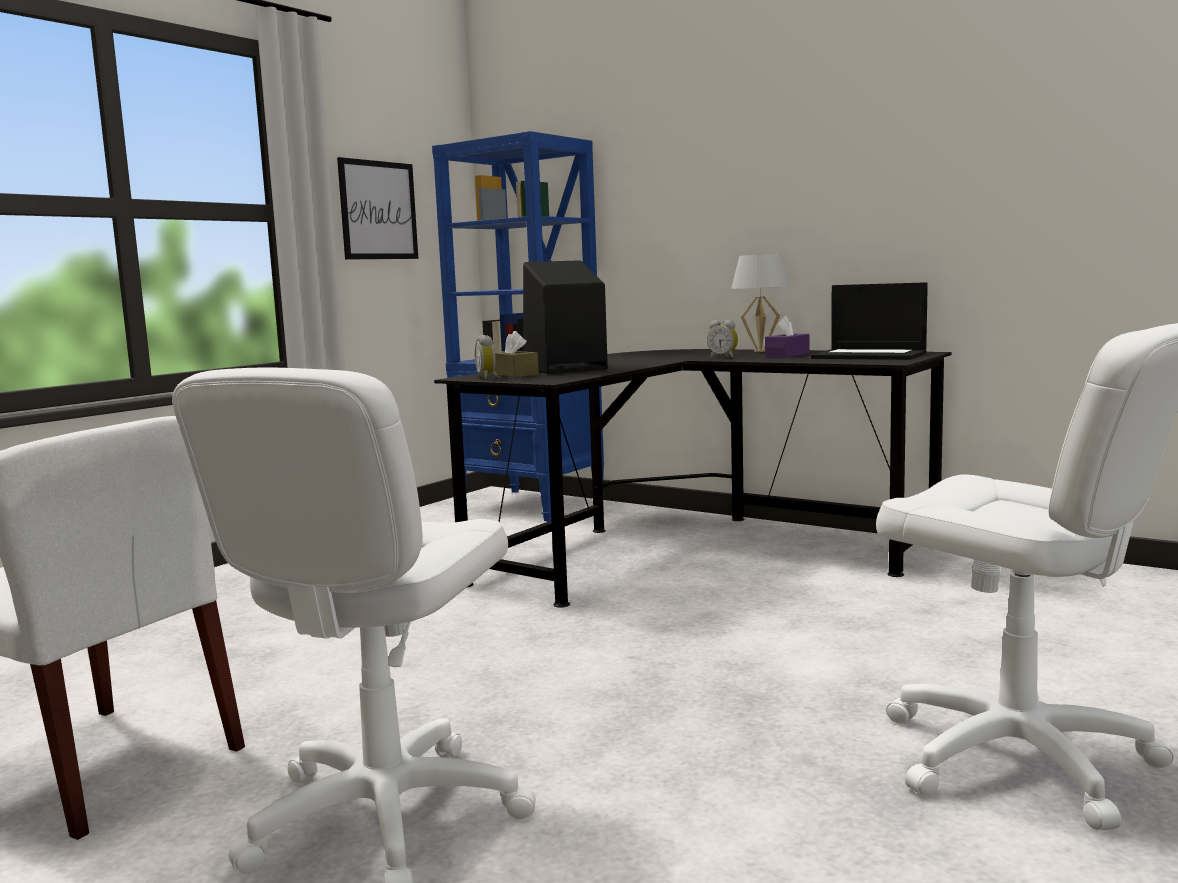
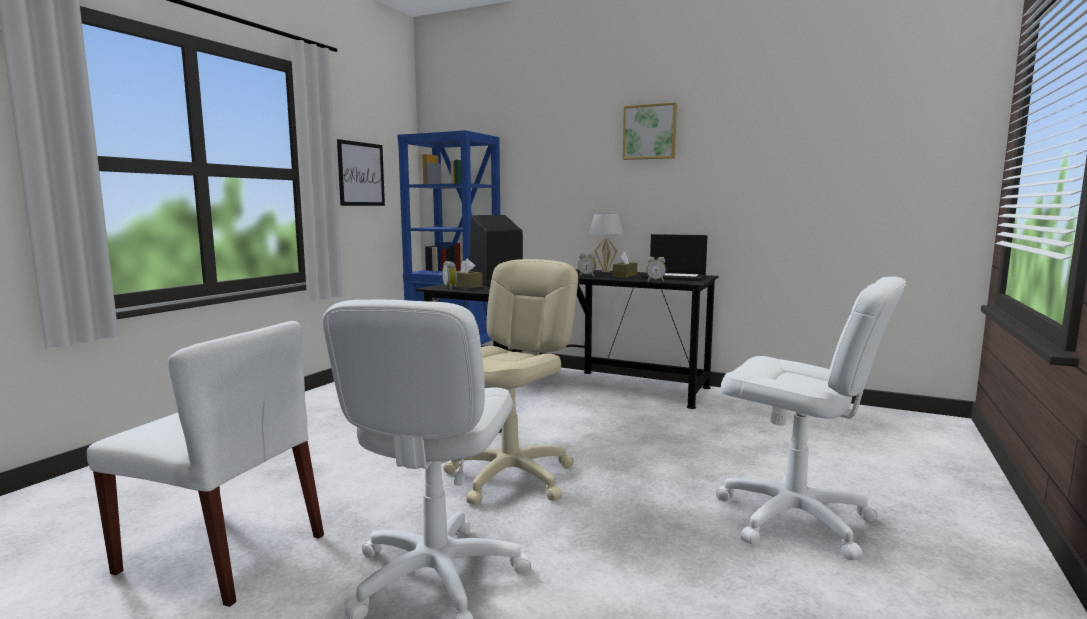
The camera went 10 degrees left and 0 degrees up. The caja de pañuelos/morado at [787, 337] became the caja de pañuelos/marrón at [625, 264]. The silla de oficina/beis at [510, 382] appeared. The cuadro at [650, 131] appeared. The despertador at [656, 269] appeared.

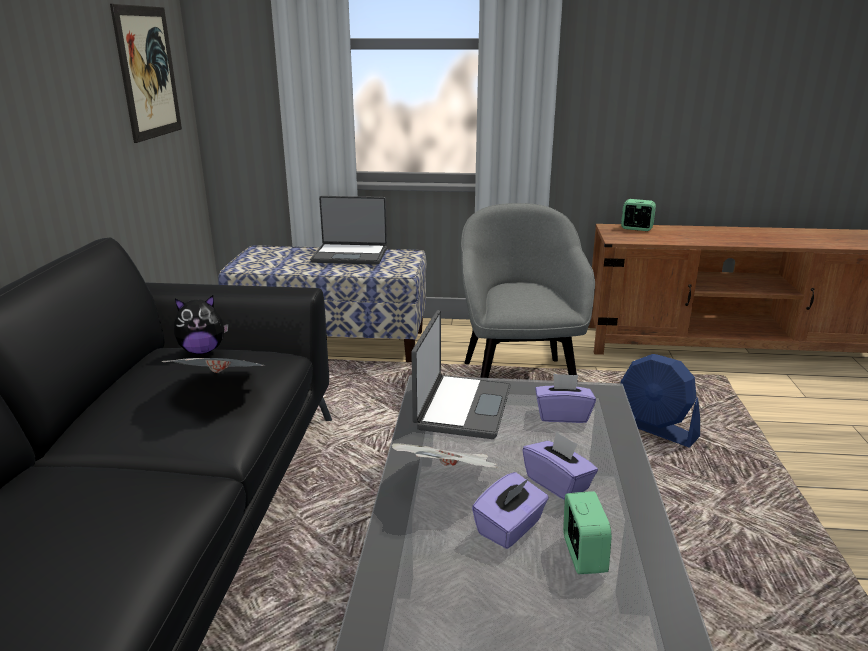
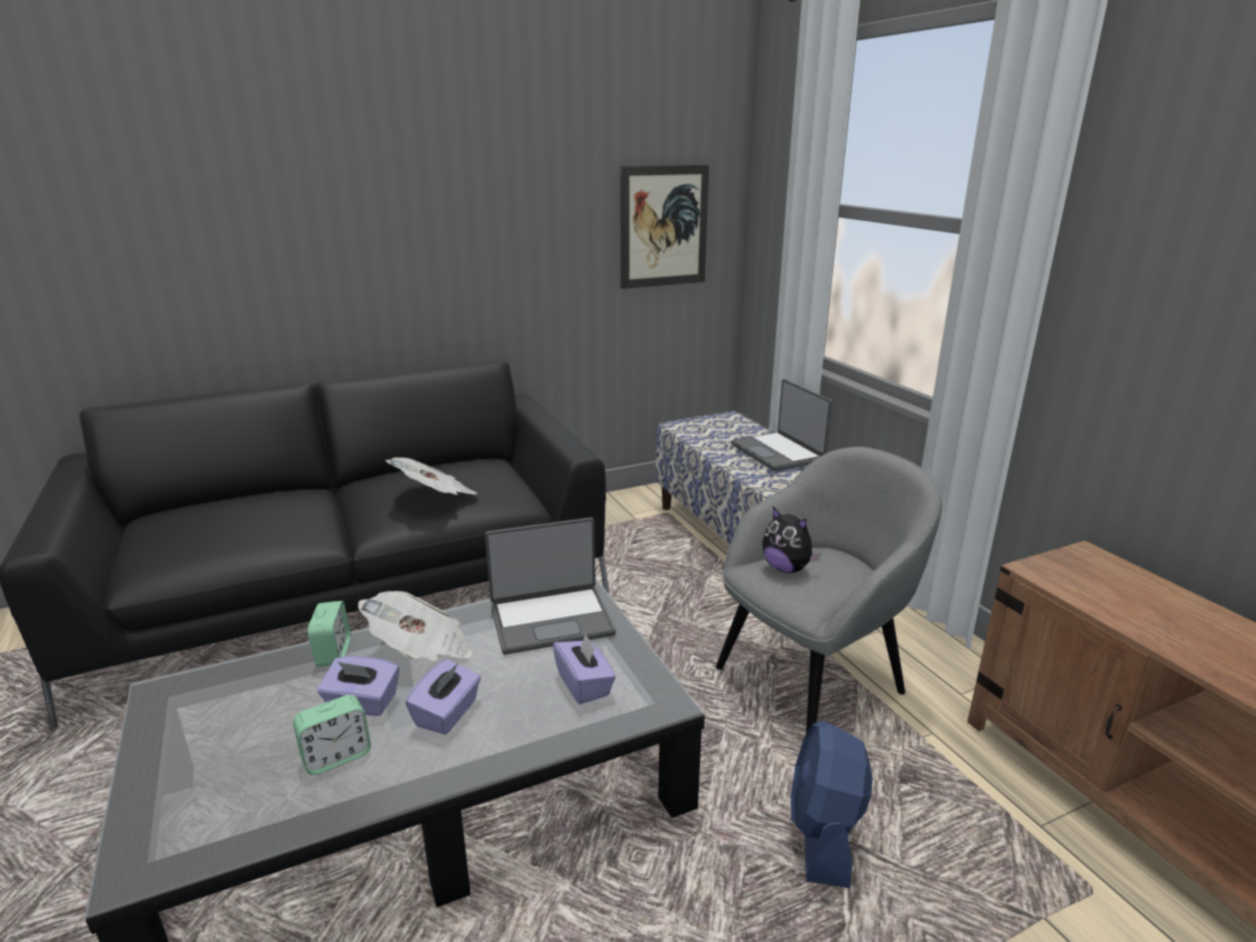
The camera went 60 degrees right and 0 degrees up. The peluche moved from [201, 324] to [791, 540]. The despertador moved from [638, 215] to [329, 634].

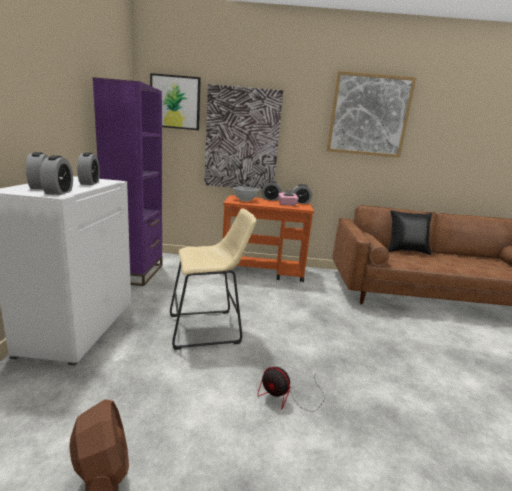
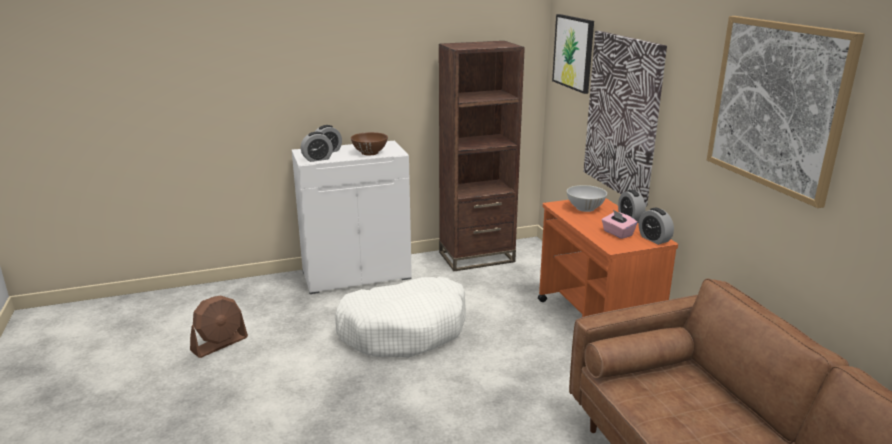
The camera went 70 degrees right and 5 degrees up. The despertador at [88, 168] was replaced by the cuenco/marrón at [369, 143]. The estantería/morado at [127, 181] became the estantería/marrón at [482, 156]. The taburete/beis at [213, 279] was replaced by the cama para perro/blanco at [400, 317]. The ventilador at [291, 389] disappeared. The cojín/negro at [410, 232] disappeared.

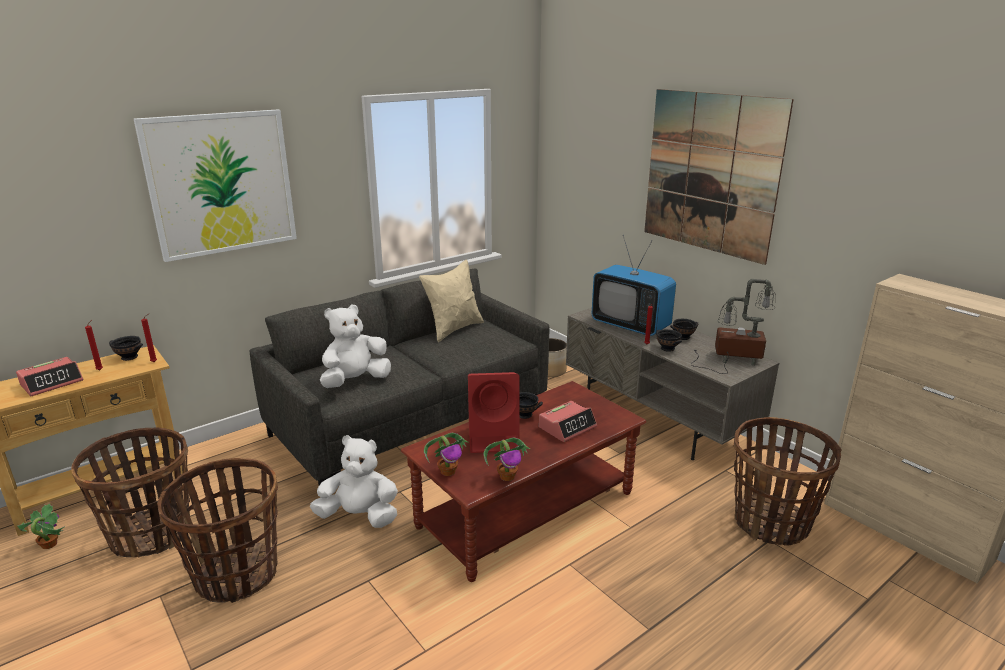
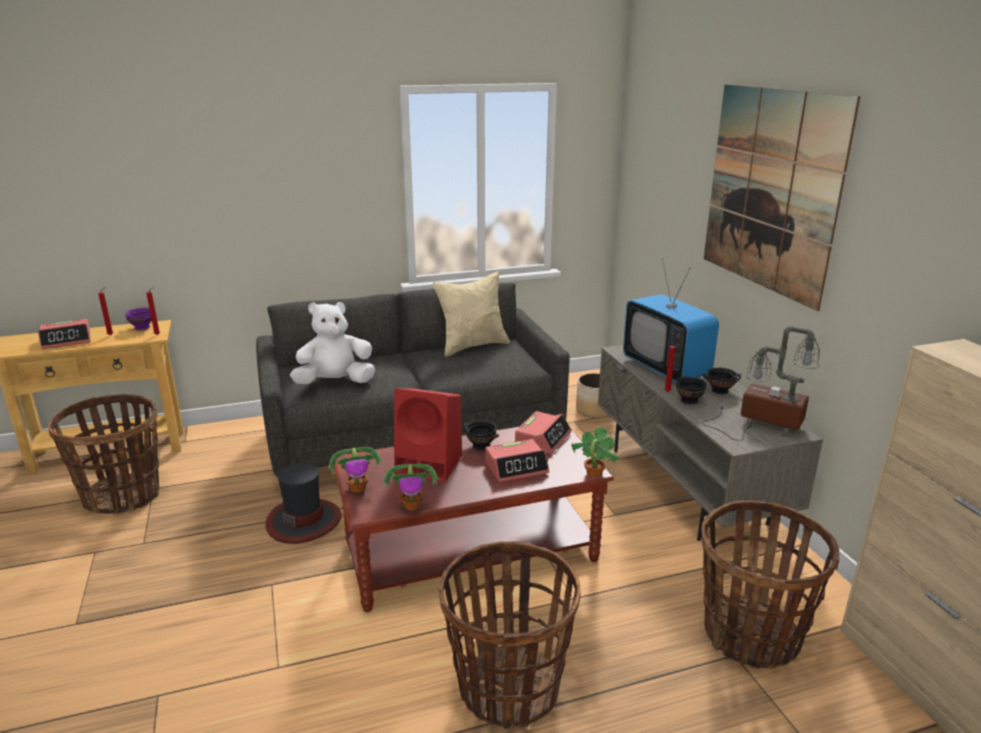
The camera went 20 degrees right and 0 degrees up. The planta en maceta moved from [41, 526] to [596, 452]. The cuenco/negro at [126, 348] became the cuenco/morado at [138, 319]. The cuadro at [215, 185] disappeared. The cesta moved from [217, 530] to [510, 635]. The peluche/blanco at [354, 481] was replaced by the sombrero at [303, 503]. The despertador at [543, 432] appeared.

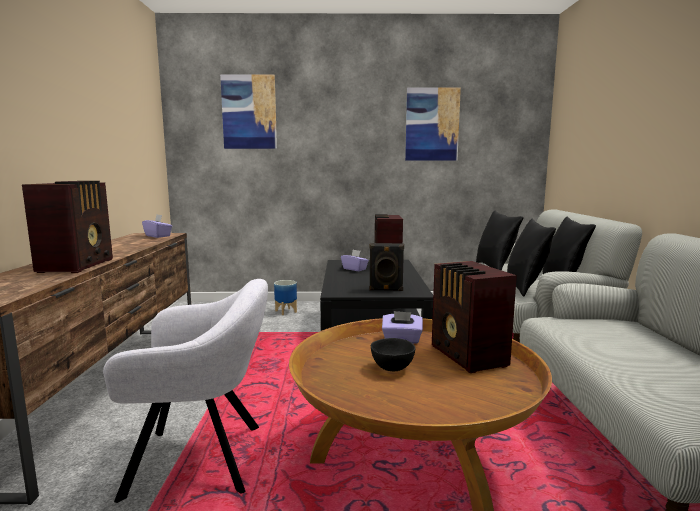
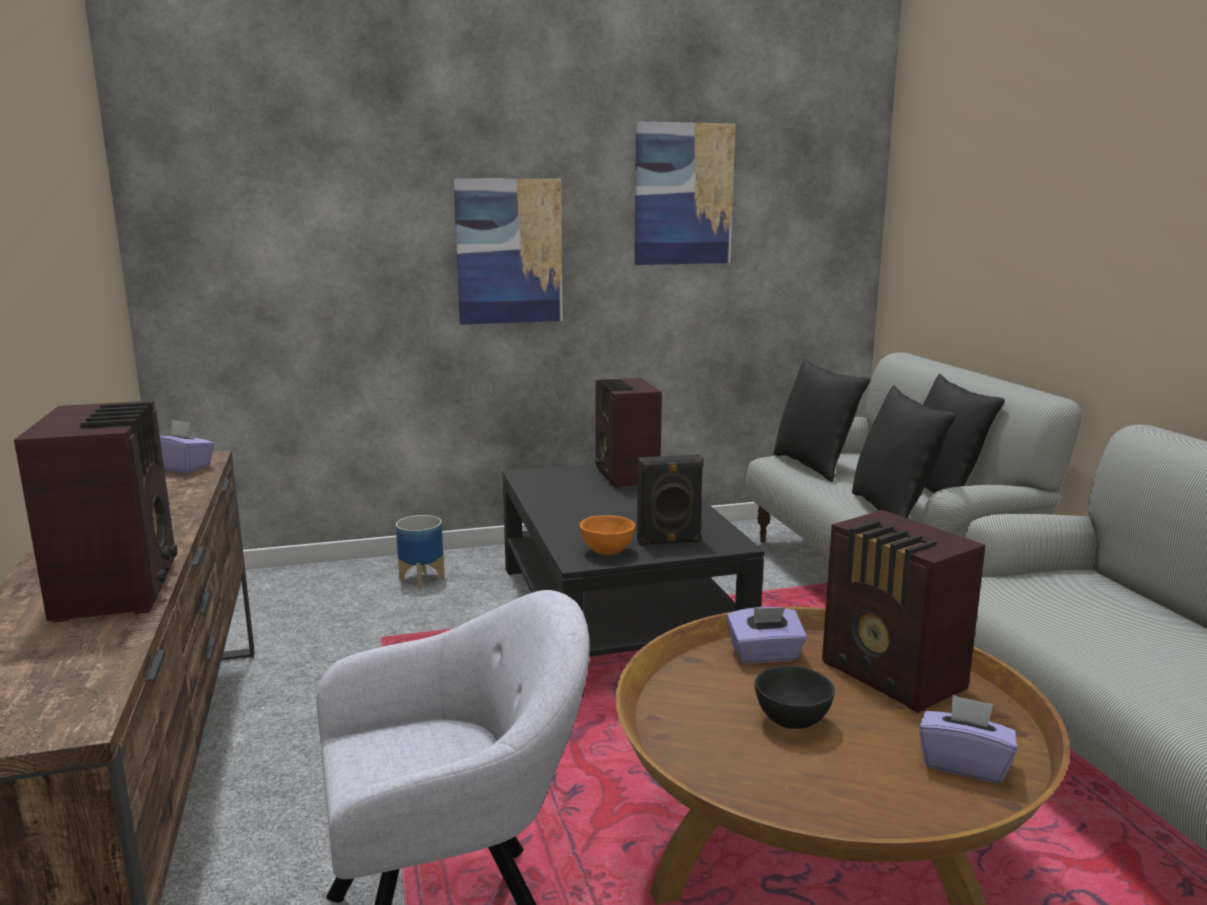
The camera went 15 degrees left and 5 degrees up. The cuadro moved from [248, 111] to [508, 251]. The caja de pañuelos/morado moved from [355, 260] to [968, 739]. The cuenco/naranja at [607, 535] appeared.

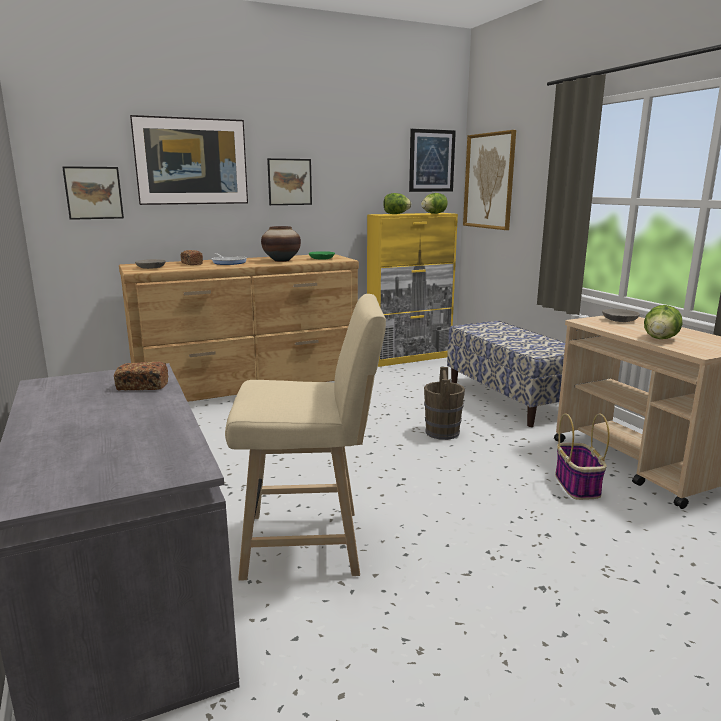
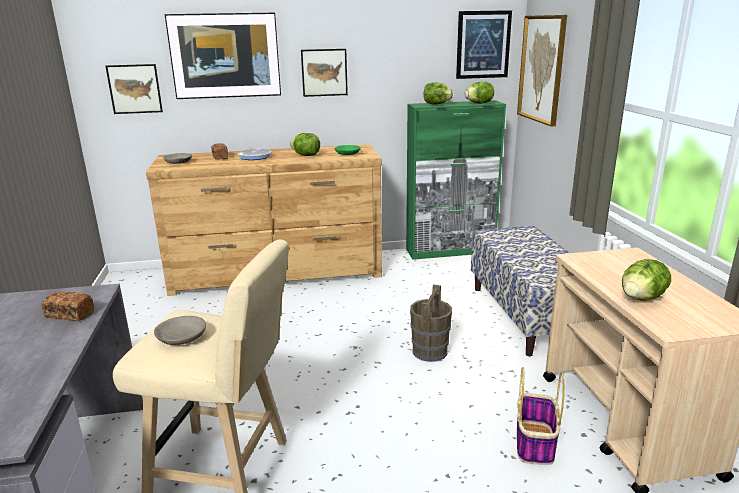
The camera went 15 degrees right and 5 degrees up. The florero at [281, 244] was replaced by the lechuga at [305, 144]. The armario/amarillo at [412, 290] became the armario/verde at [456, 180]. The cuenco/gris moved from [621, 315] to [180, 330].

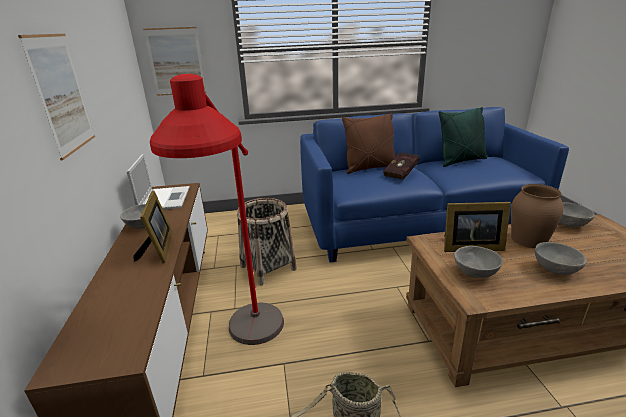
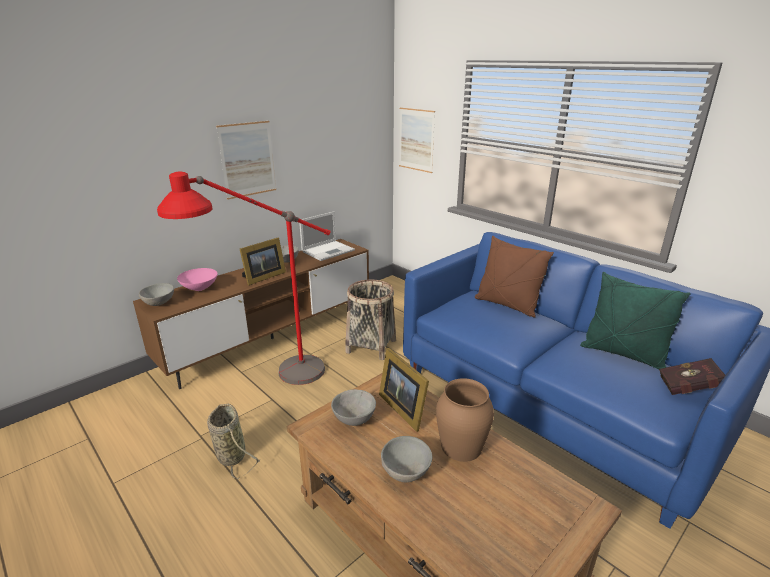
The camera went 55 degrees right and 0 degrees up. The libro/rojo moved from [401, 166] to [692, 376]. The cuenco/gris moved from [577, 214] to [156, 294]. The cuenco/rosa at [197, 279] appeared.

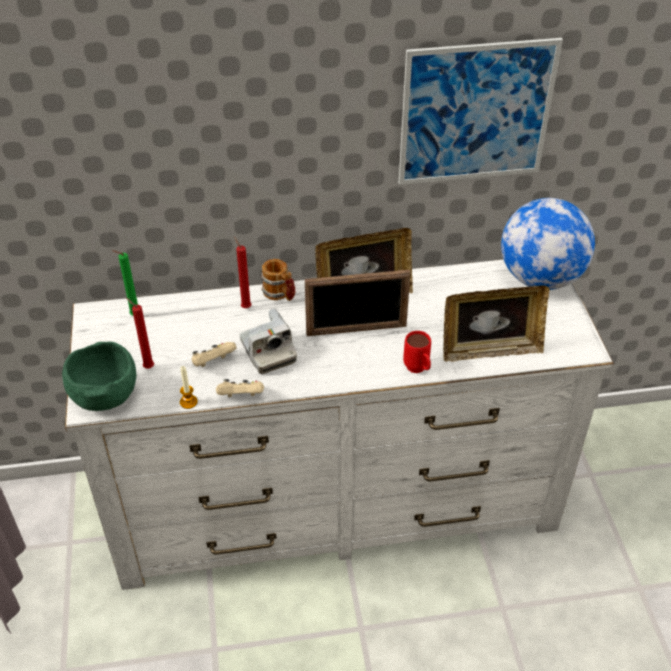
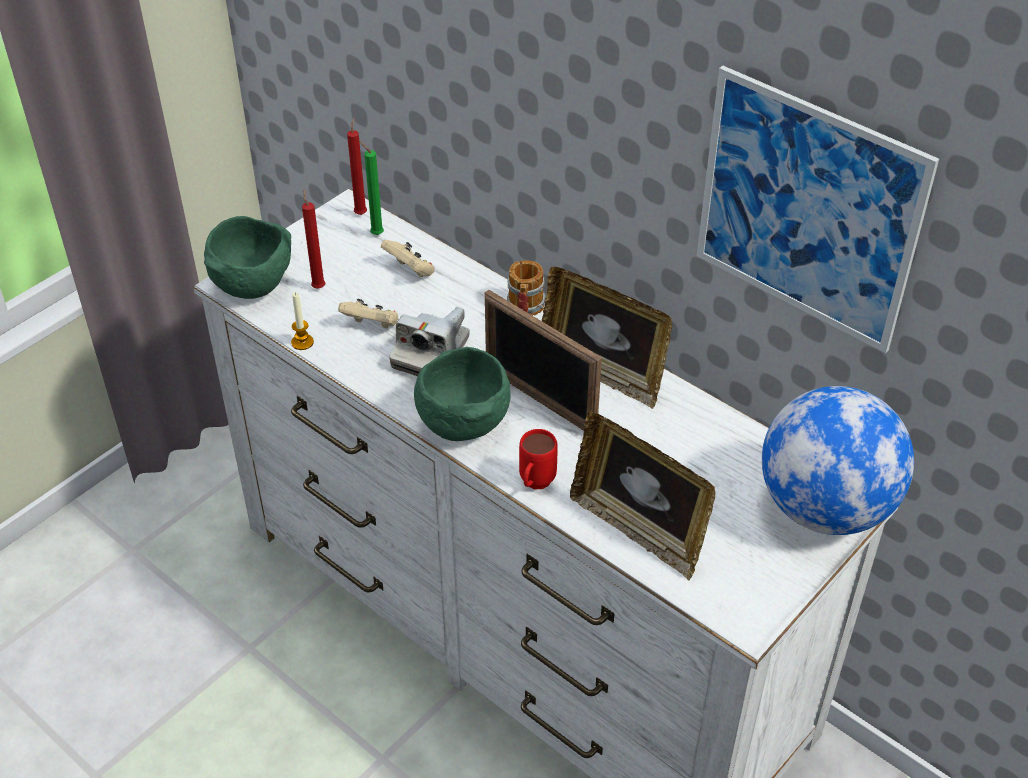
The camera went 50 degrees right and 0 degrees up. The mando de consola/beis moved from [240, 388] to [408, 258]. The vela/rojo moved from [243, 272] to [357, 166]. The cuenco/verde at [462, 394] appeared.

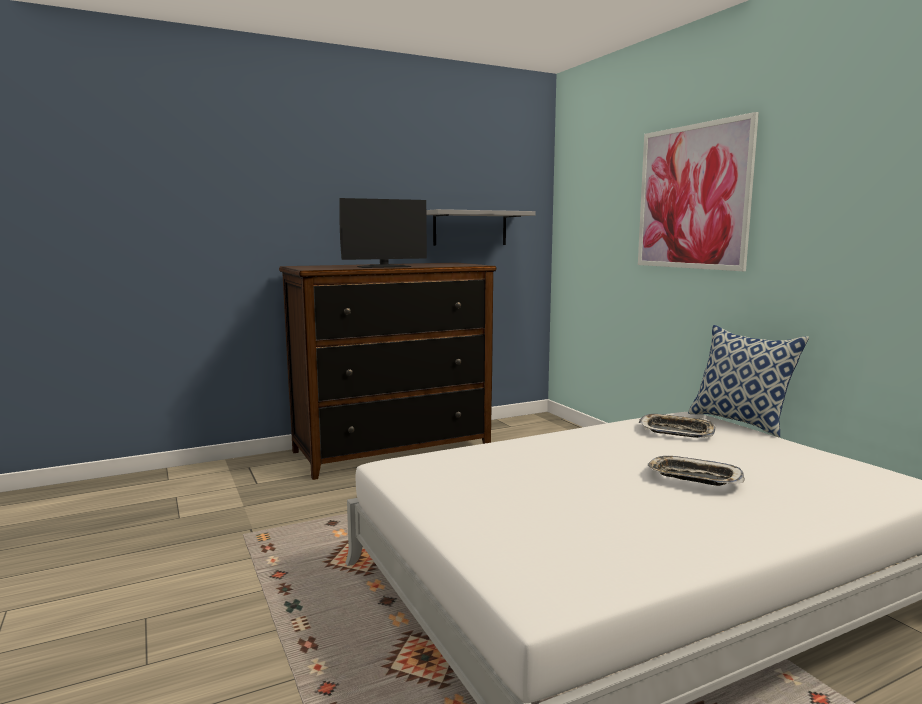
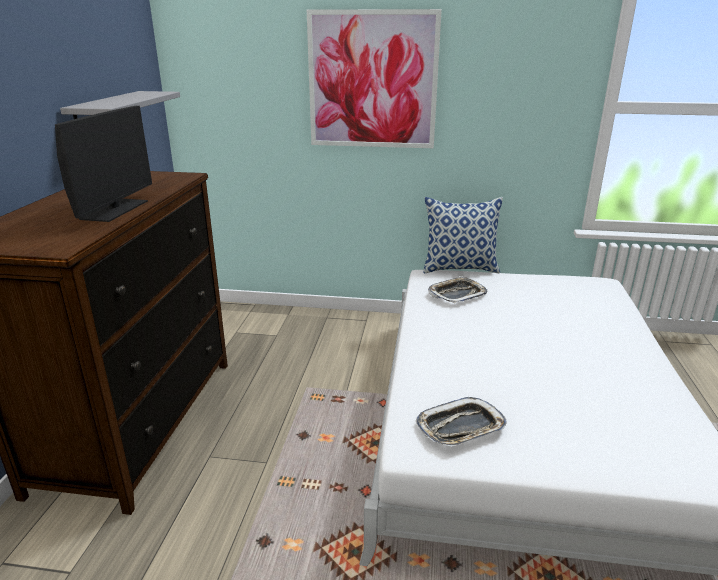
The camera went 55 degrees left and 15 degrees up. The bandeja moved from [696, 471] to [461, 422].

